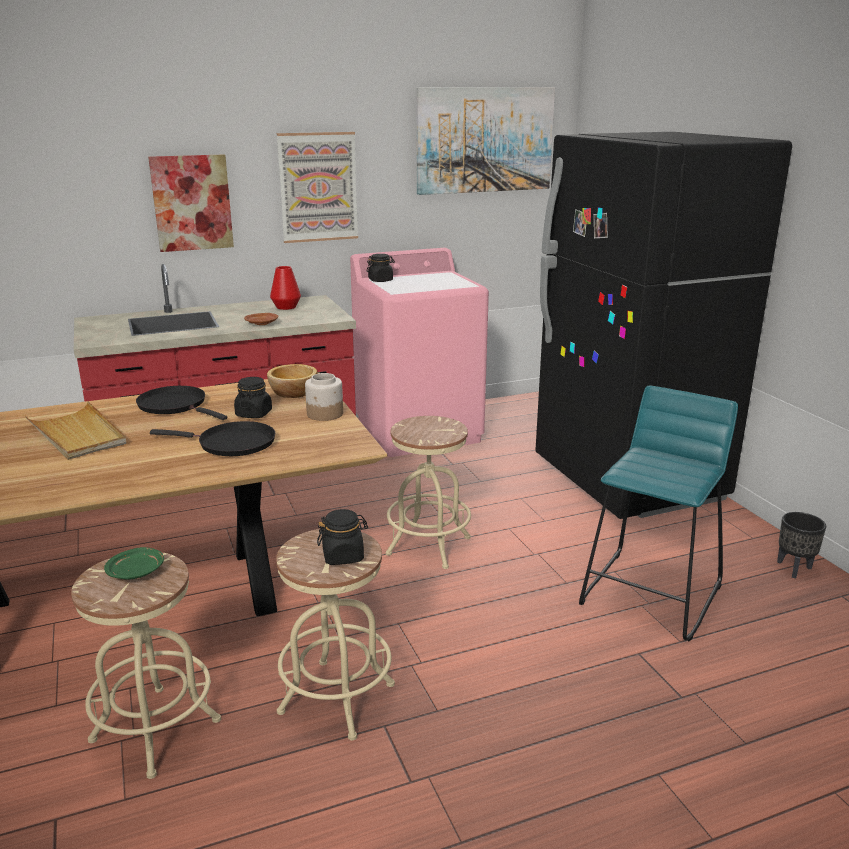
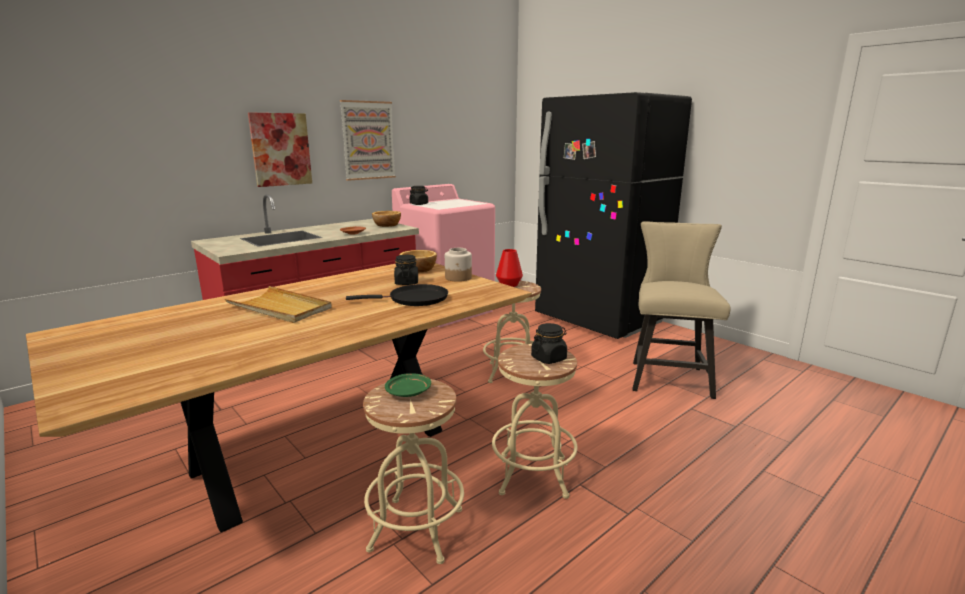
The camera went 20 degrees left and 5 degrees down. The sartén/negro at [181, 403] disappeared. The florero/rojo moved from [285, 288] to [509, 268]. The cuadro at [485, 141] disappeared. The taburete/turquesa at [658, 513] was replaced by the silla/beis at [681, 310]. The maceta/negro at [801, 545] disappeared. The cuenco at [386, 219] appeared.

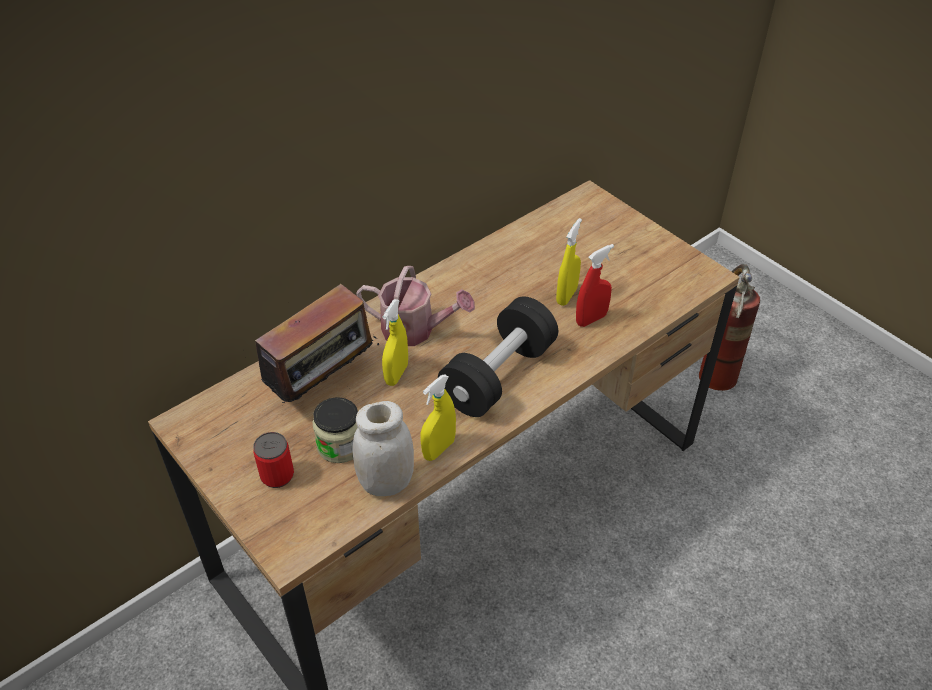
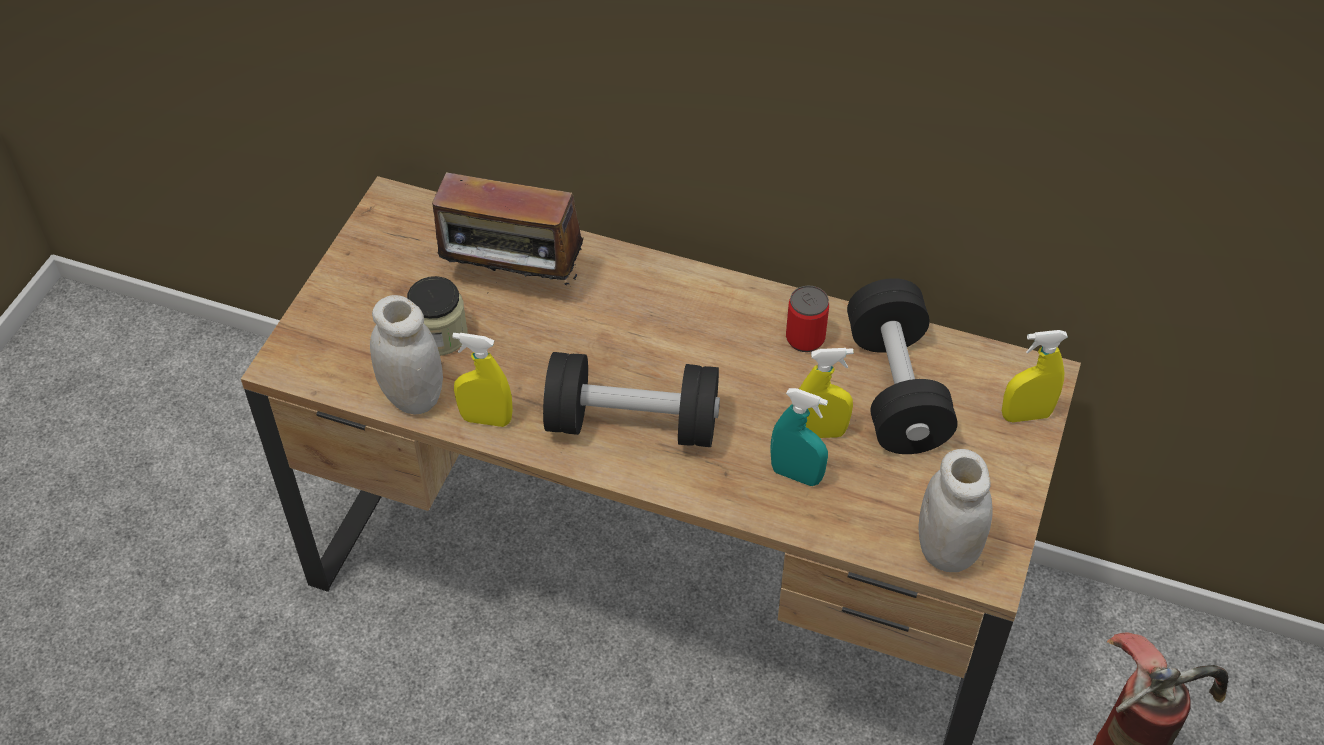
The camera went 60 degrees right and 5 degrees up. The lata moved from [273, 460] to [807, 319]. The regadera at [415, 306] disappeared. The pulverizador/amarillo moved from [395, 342] to [1035, 376]. The pulverizador/rojo at [595, 285] became the pulverizador/turquesa at [799, 437]. The mancuerna/negro at [902, 366] appeared. The tarro/blanco at [955, 510] appeared.

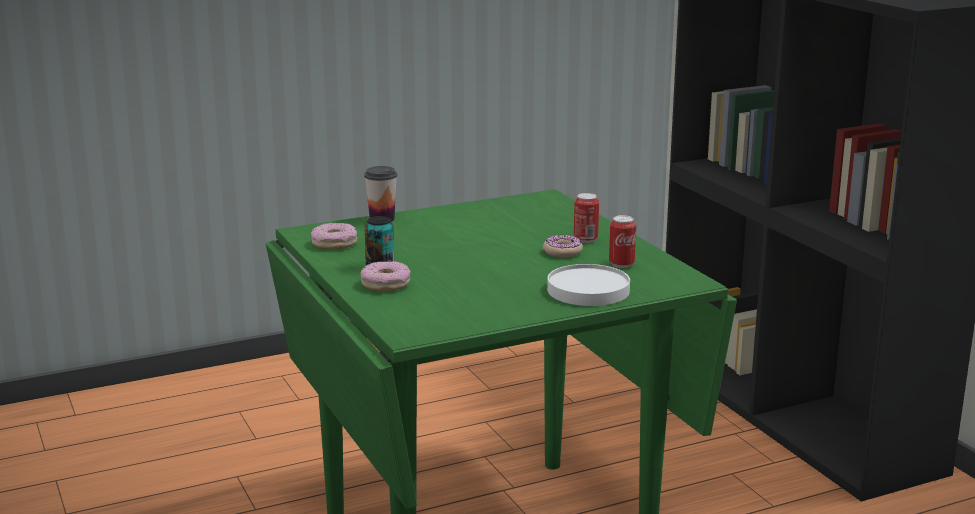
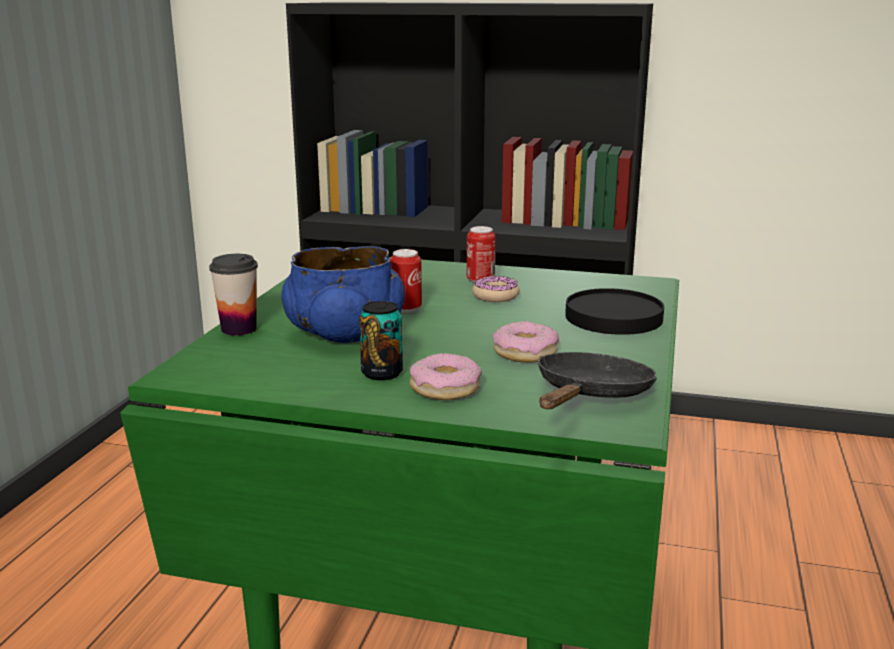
The camera went 50 degrees left and 0 degrees up. The rosquilla moved from [333, 236] to [526, 342]. The plato/blanco at [588, 285] became the plato/negro at [614, 311]. The lata moved from [622, 241] to [406, 281]. The cuenco/azul at [343, 294] appeared. The sartén/negro at [597, 380] appeared.

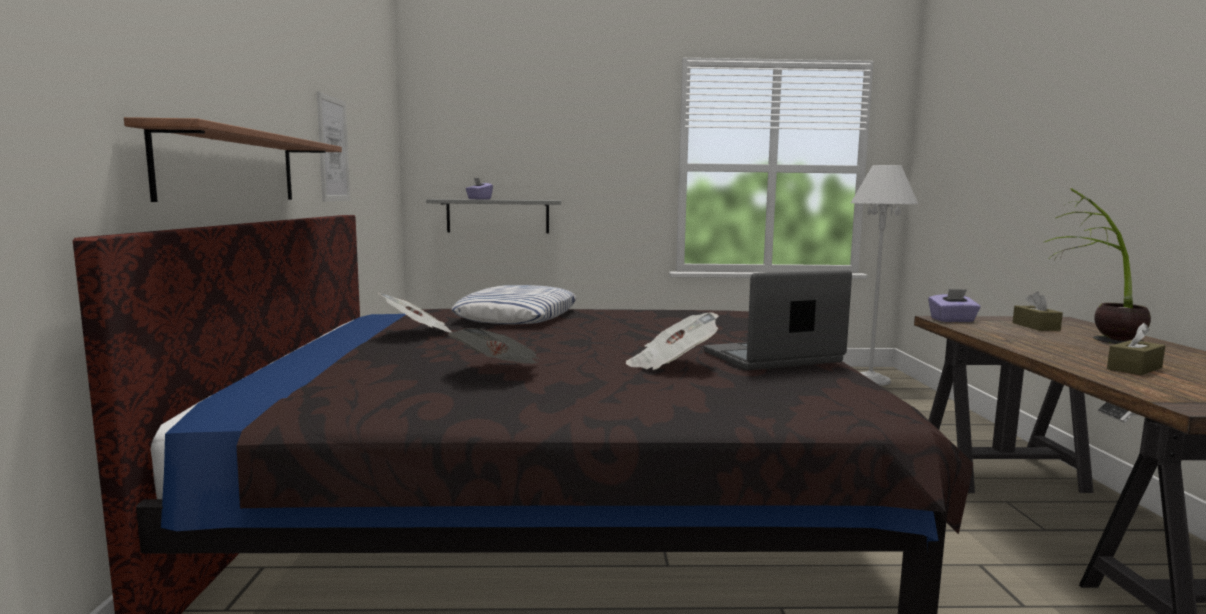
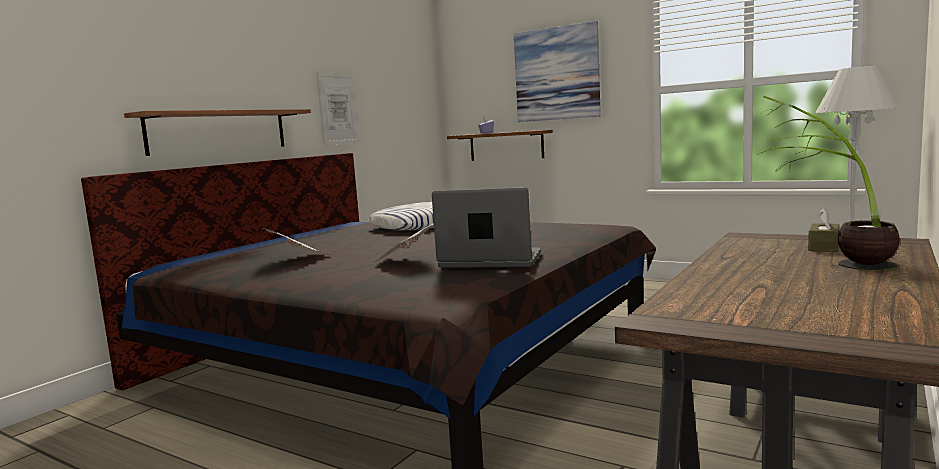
The camera went 35 degrees right and 0 degrees up. The periódico at [415, 313] disappeared. The estante/gris at [493, 216] became the estante/marrón at [500, 145]. The caja de pañuelos/morado at [954, 305] disappeared. The caja de pañuelos/marrón at [1136, 349] disappeared. The cuadro at [557, 71] appeared.

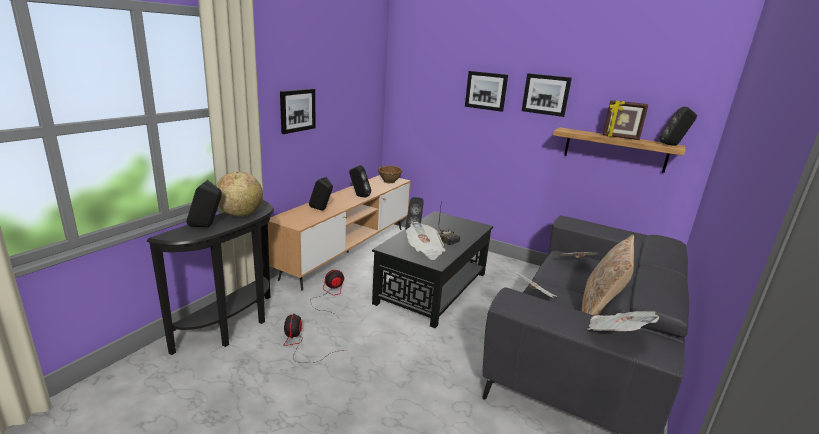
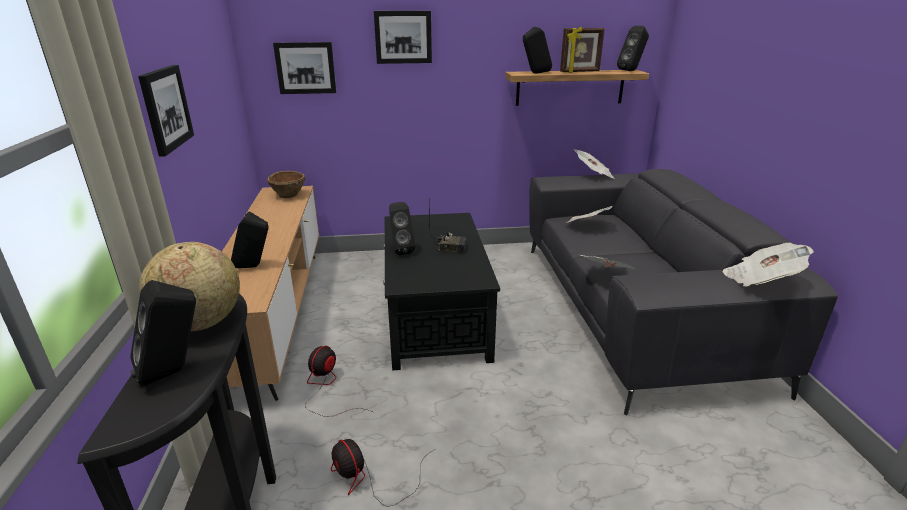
The camera went 35 degrees left and 5 degrees up. The altavoz/negro moved from [360, 181] to [537, 50]. The periódico moved from [426, 241] to [594, 164]. The cuadro moved from [547, 95] to [304, 68]. The cojín/beis at [608, 275] disappeared.

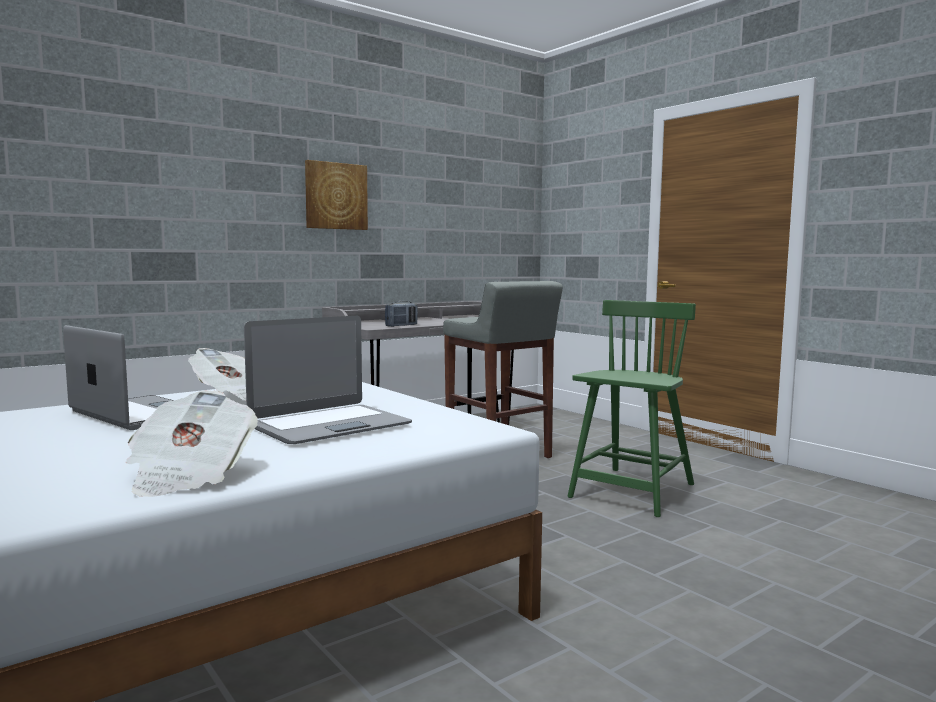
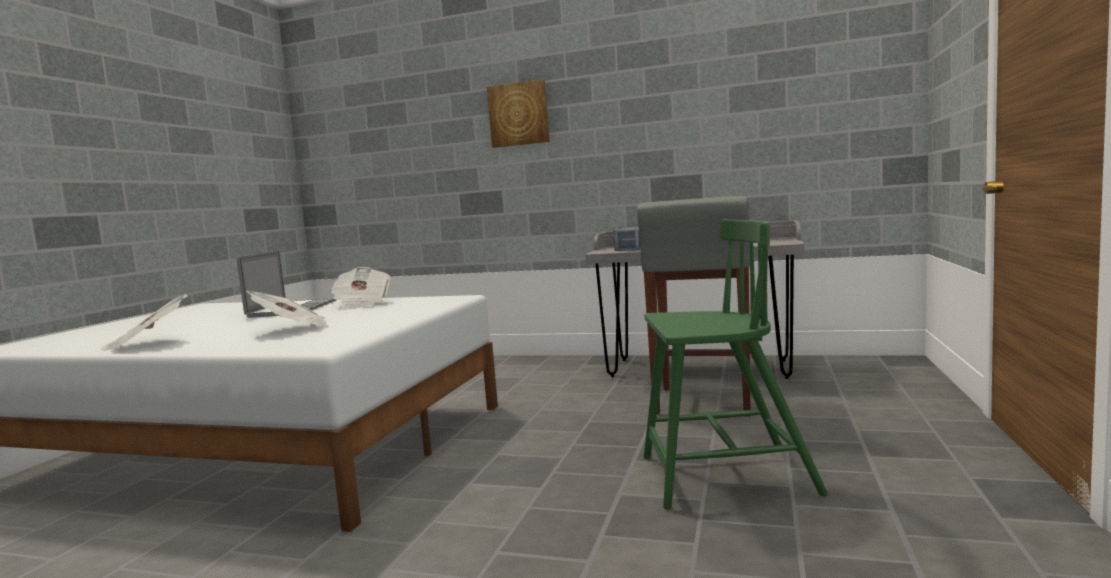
The camera went 55 degrees right and 0 degrees up. The portátil at [328, 380] was replaced by the periódico at [288, 309]. The cuadro moved from [336, 195] to [518, 113].

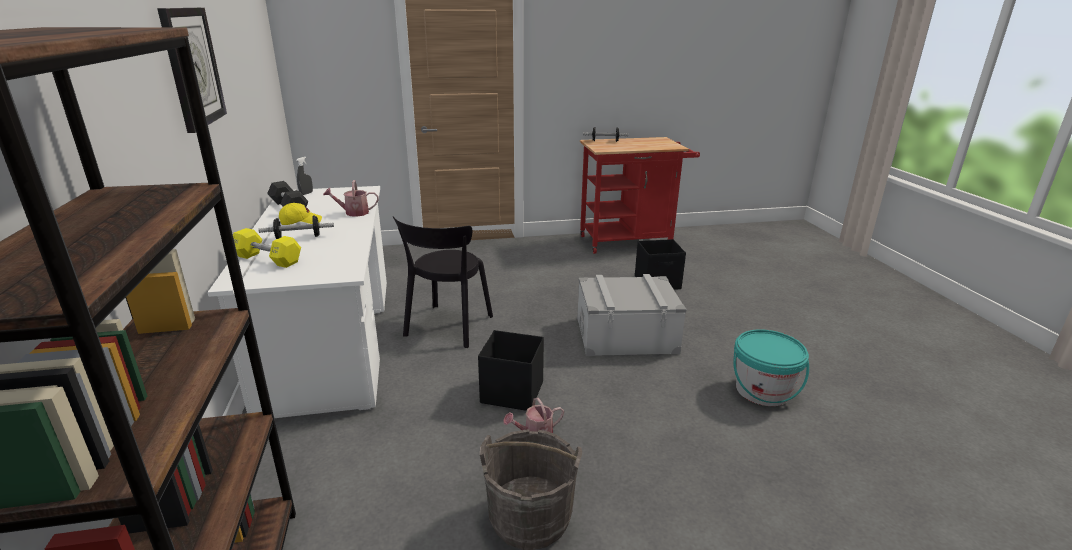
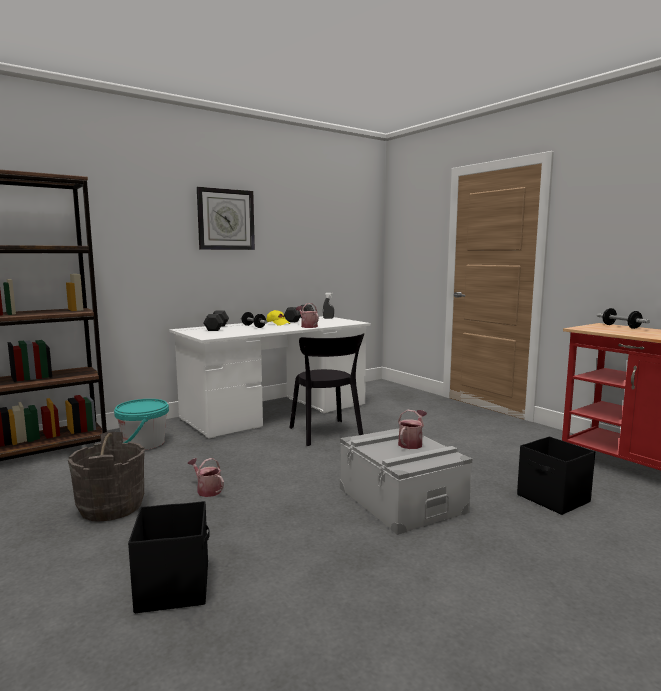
The camera went 65 degrees right and 15 degrees down. The mancuerna/amarillo at [267, 248] became the mancuerna/negro at [216, 321]. The silla/negro at [443, 282] turned 105 degrees counterclockwise. The caja de almacenaje/negro moved from [511, 370] to [169, 557]. The cubo/turquesa moved from [771, 367] to [141, 424]. The regadera at [412, 429] appeared.

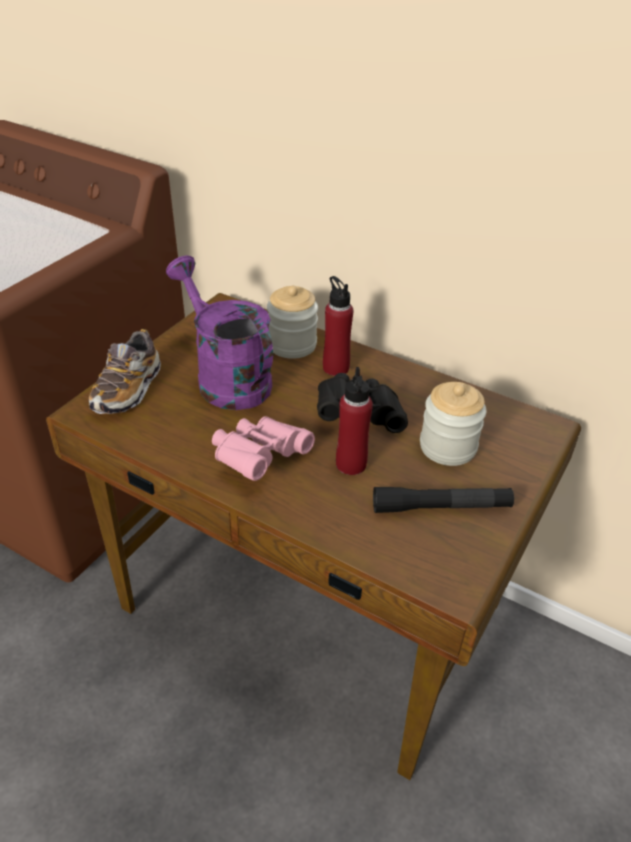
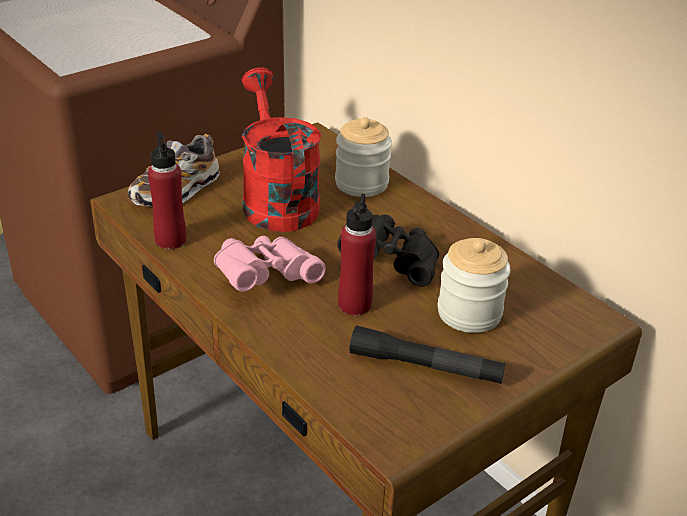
The camera went 20 degrees right and 5 degrees down. The regadera/morado at [219, 332] became the regadera/rojo at [281, 149]. The botella/rojo moved from [338, 326] to [167, 190].

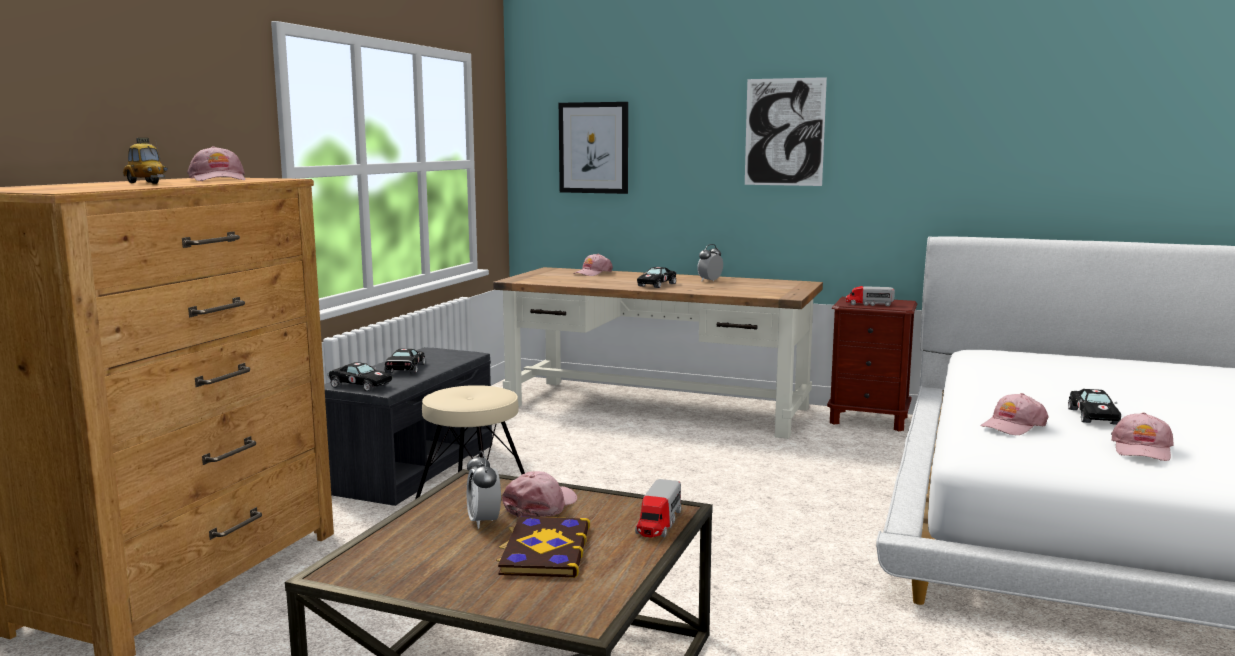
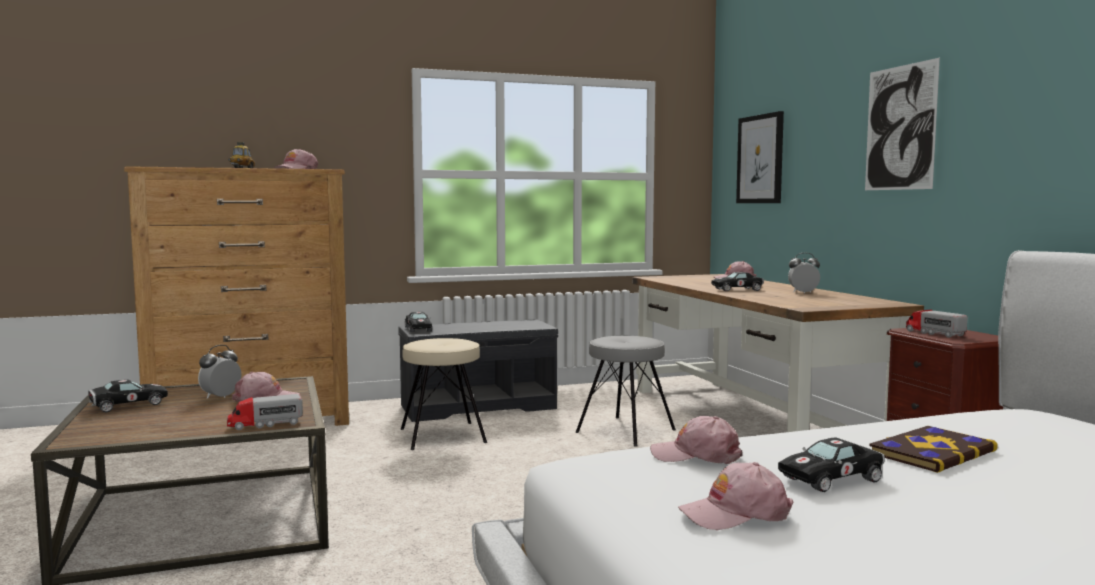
The camera went 50 degrees right and 5 degrees down. The coche de juguete/negro moved from [405, 361] to [128, 396]. The libro moved from [543, 547] to [933, 449]. The taburete/gris at [626, 391] appeared.

